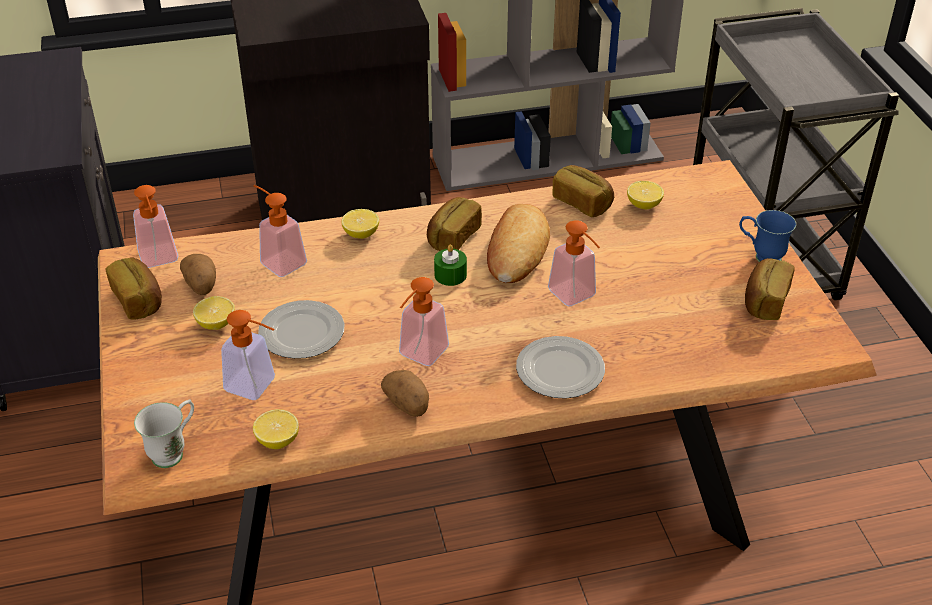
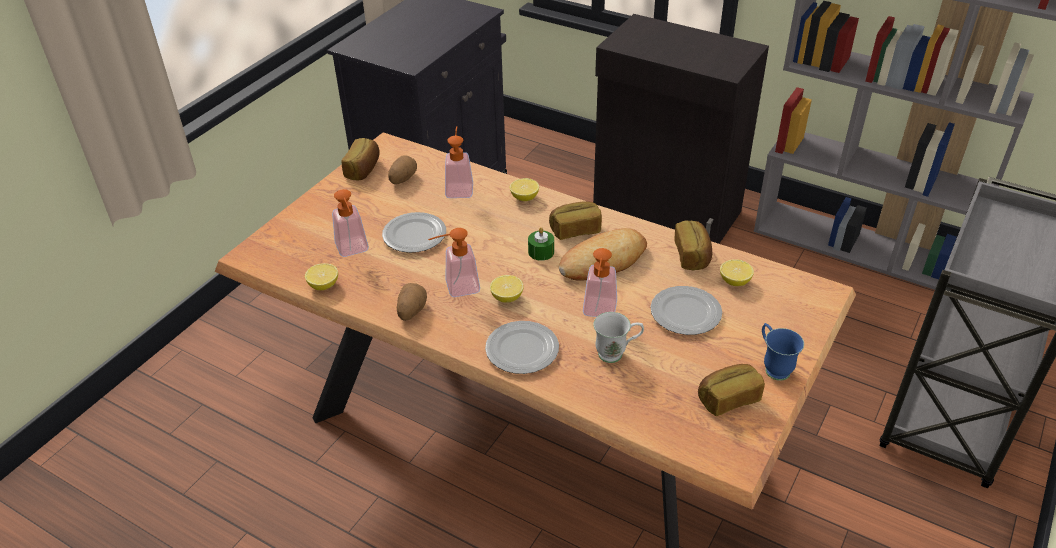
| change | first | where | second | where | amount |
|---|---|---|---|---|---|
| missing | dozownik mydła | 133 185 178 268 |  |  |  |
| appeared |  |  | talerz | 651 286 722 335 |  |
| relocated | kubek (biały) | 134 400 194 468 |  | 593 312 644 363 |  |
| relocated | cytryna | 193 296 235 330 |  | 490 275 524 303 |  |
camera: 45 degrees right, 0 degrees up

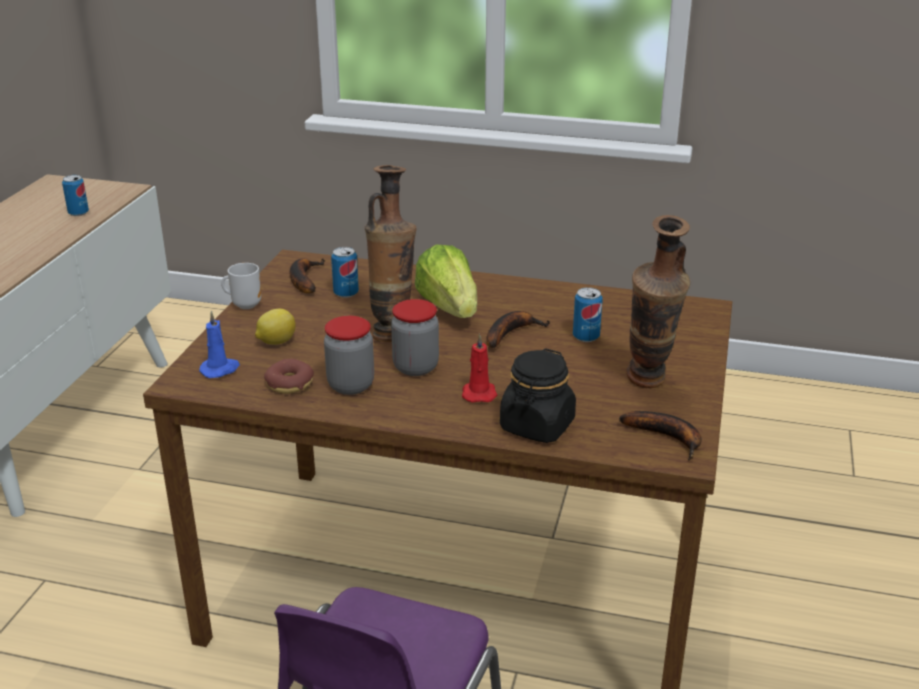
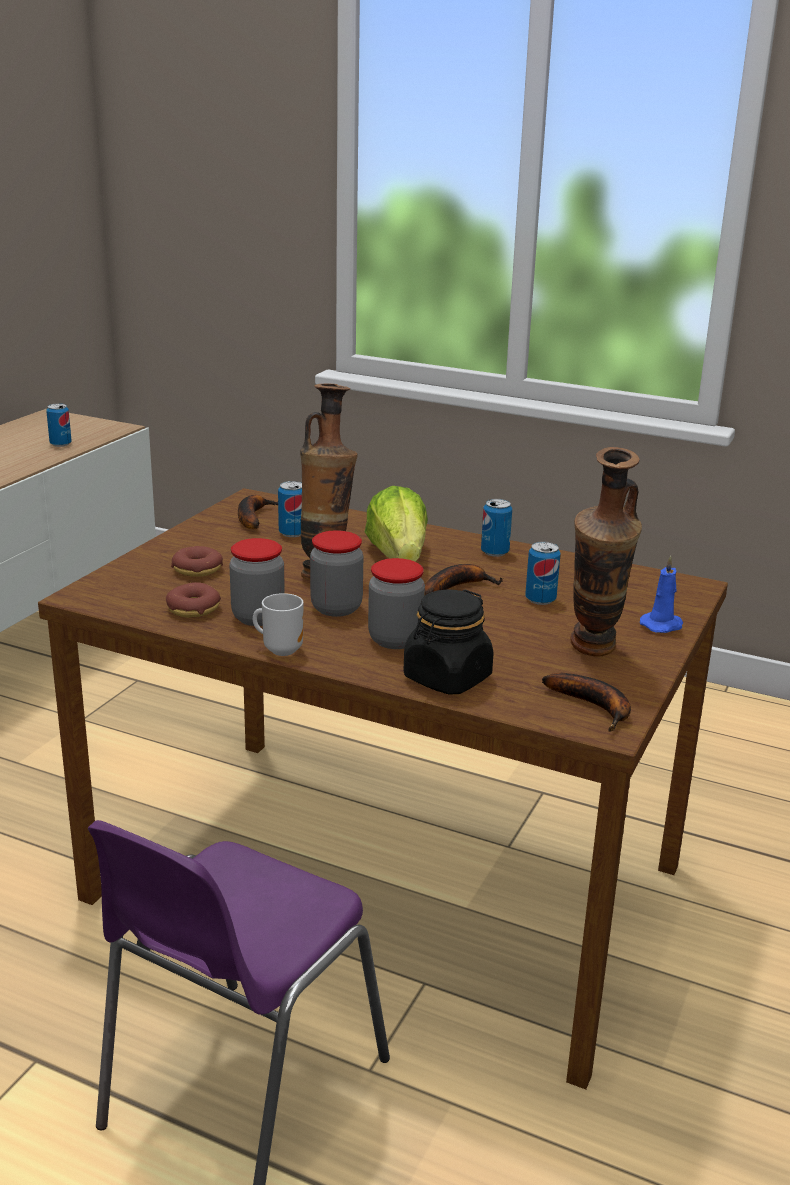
| change | first | where | second | where | amount |
|---|---|---|---|---|---|
| appeared |  |  | puszka | 481 499 512 557 |  |
| relocated | świeca (niebieski) | 199 311 240 378 |  | 640 556 683 633 |  |
| relocated | kubek | 221 263 261 309 |  | 253 593 303 656 |  |
| exchanged | cytryna | 255 309 296 345 | donut | 171 546 223 576 |  |
| exchanged | świeca (czerwony) | 462 334 497 403 | słoik | 368 558 425 649 |  |
camera: 10 degrees right, 5 degrees down

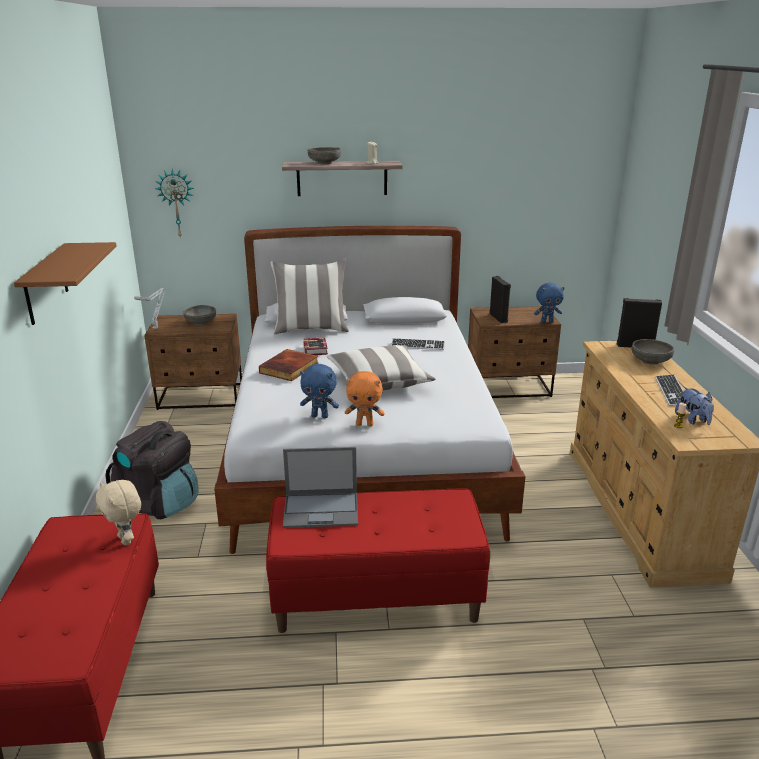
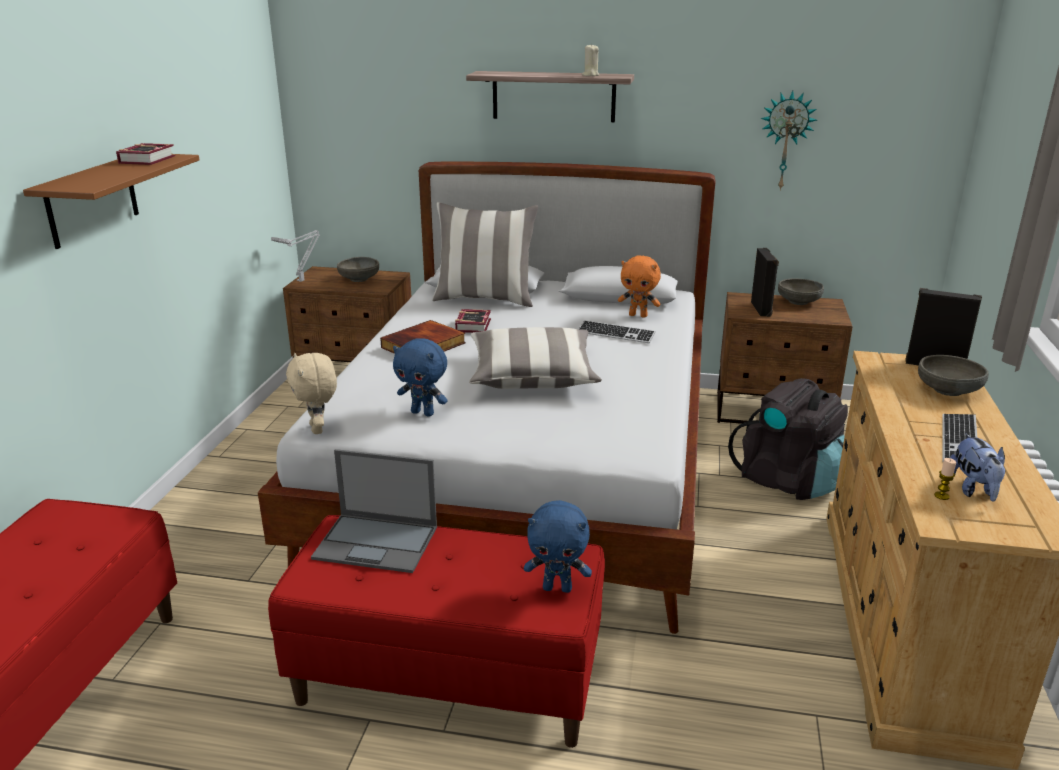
| change | first | where | second | where | amount |
|---|---|---|---|---|---|
| appeared |  |  | książka | 116 143 176 165 |  |
| relocated | pluszak (beżowy) | 96 480 141 545 |  | 286 353 337 434 |  |
| relocated | plecak (czarny) | 105 421 199 519 |  | 728 378 848 500 |  |
| relocated | zegar ścienny | 155 169 194 239 |  | 761 91 817 191 |  |
| relocated | miska (szary) | 308 147 341 164 |  | 778 278 824 305 |  |
| relocated | pluszak (pomarańczowy) | 345 371 385 426 |  | 618 256 661 318 |  |
| relocated | pluszak (niebieski) | 534 283 564 323 |  | 524 500 592 593 |  |
camera: 15 degrees right, 0 degrees up

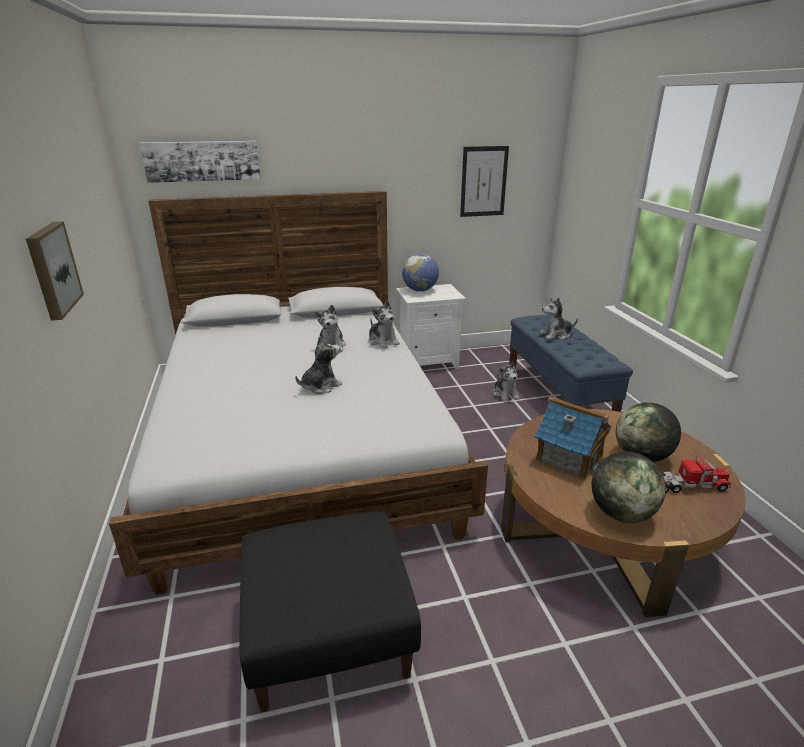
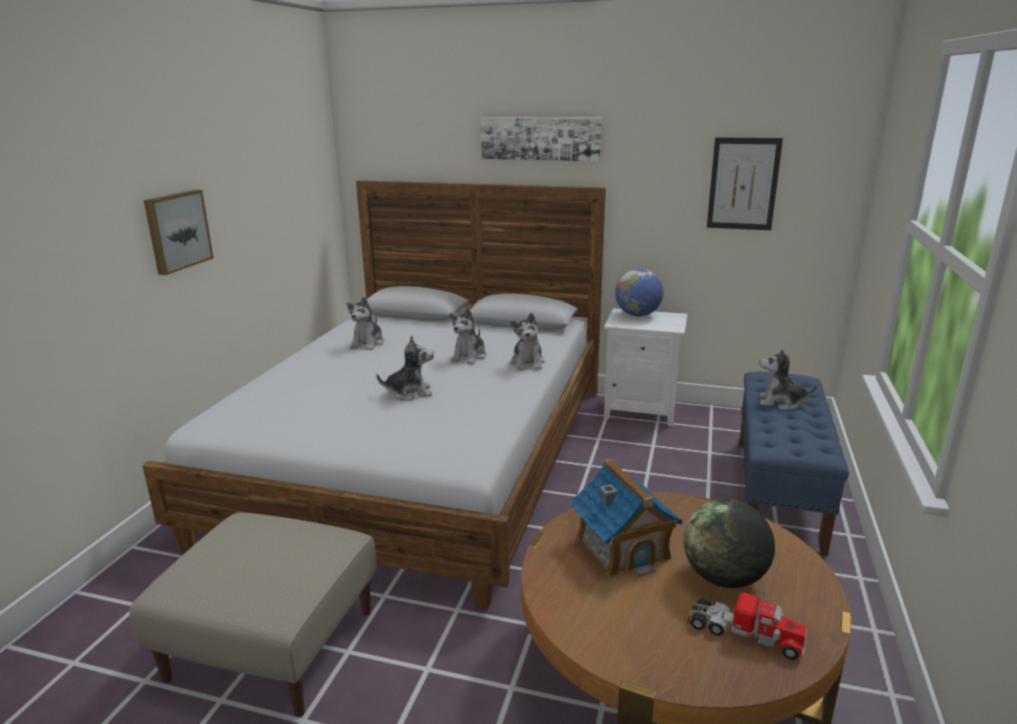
| change | first | where | second | where | amount |
|---|---|---|---|---|---|
| missing | globus | 592 451 666 523 |  |  |  |
| relocated | obraz | 140 141 261 183 |  | 481 117 602 161 |  |
| relocated | pluszak | 493 361 520 402 |  | 347 297 384 350 |  |
| colour | pufa (czarny) | 239 512 421 712 | pufa (beżowy) | 129 512 377 717 |  |
camera: 30 degrees right, 5 degrees down

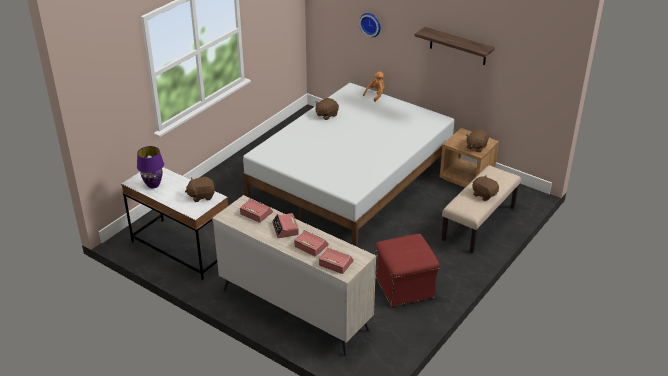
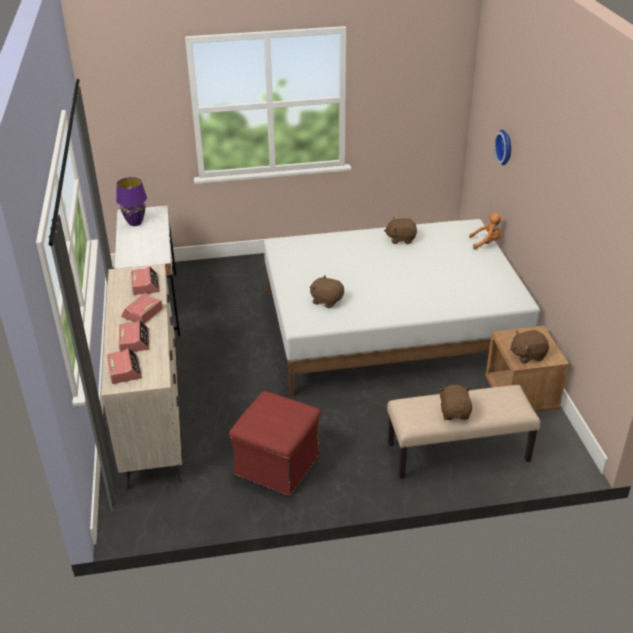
| change | first | where | second | where | amount |
|---|---|---|---|---|---|
| missing | półka | 415 27 495 65 |  |  |  |
| relocated | pluszak (brązowy) | 185 177 215 202 |  | 310 275 344 308 |  |
camera: 45 degrees right, 0 degrees up

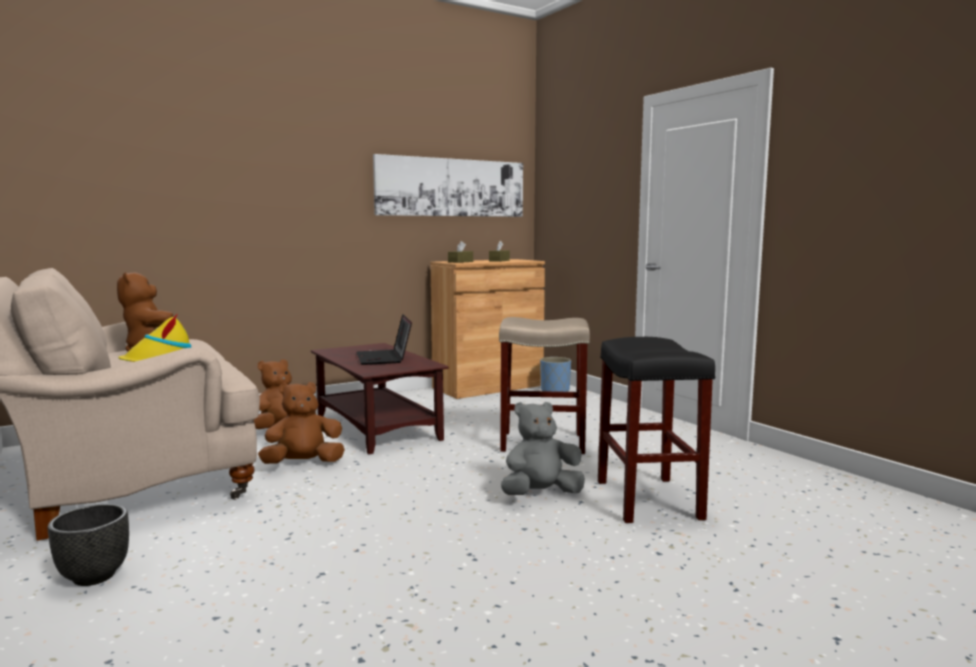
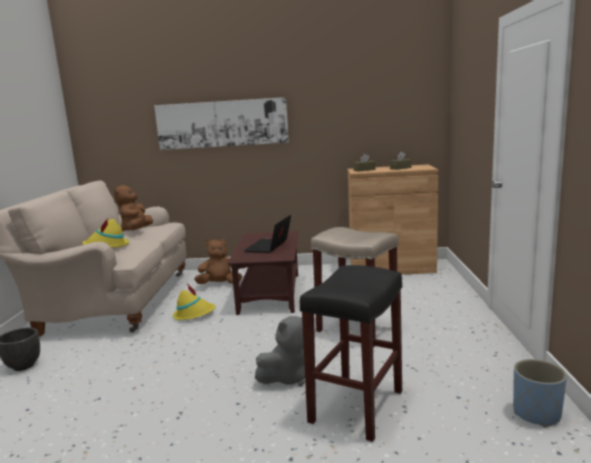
| change | first | where | second | where | amount |
|---|---|---|---|---|---|
| relocated | obraz | 373 154 523 217 |  | 154 97 289 150 |  |
| relocated | donica (niebieski) | 540 357 571 392 |  | 513 359 567 427 |  |
| exchanged | pluszak (brązowy) | 258 382 345 464 | kapelusz (żółty) | 173 285 216 320 |  |
| spun | pluszak (szary) | 501 402 585 495 |  | 255 316 305 386 | 135 degrees clockwise |
camera: 35 degrees right, 5 degrees up

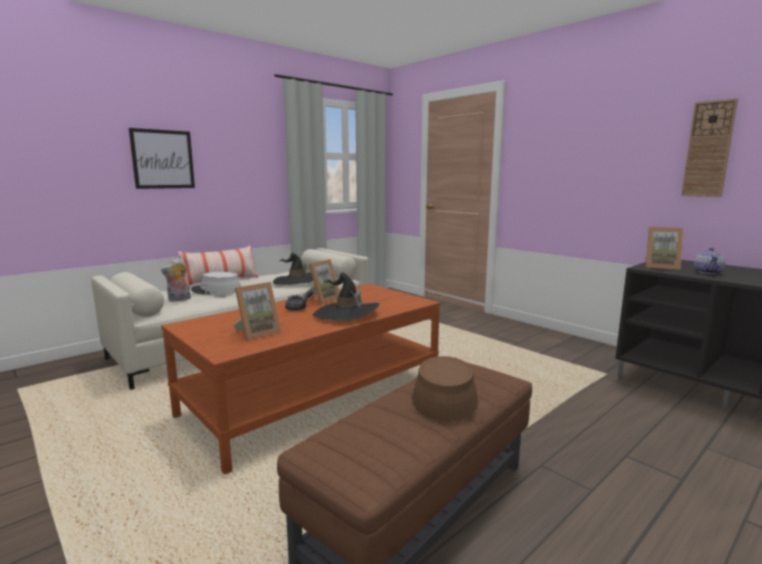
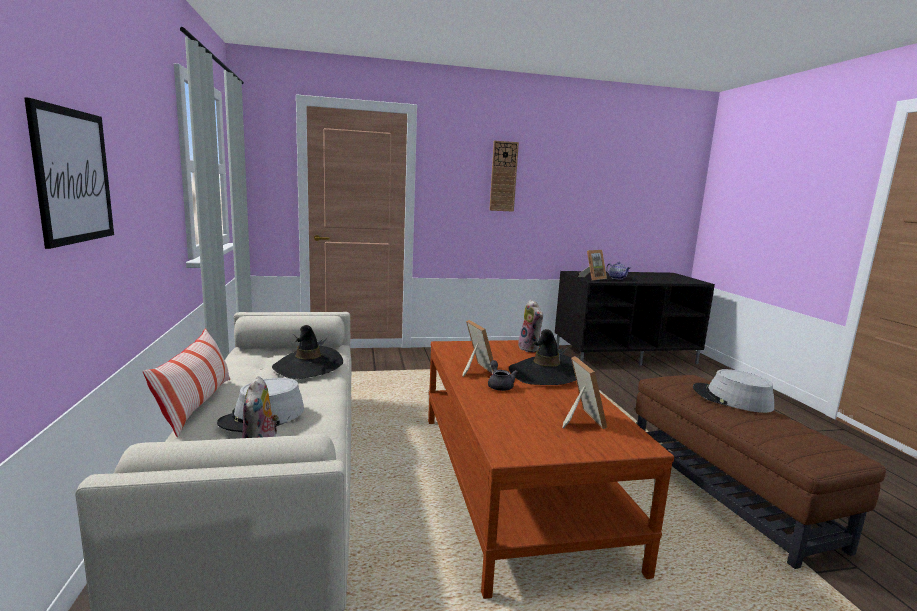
| change | first | where | second | where | amount |
|---|---|---|---|---|---|
| appeared |  |  | pluszak | 518 300 543 353 |  |
| relocated | zegar ścienny | 681 98 738 197 |  | 489 141 519 212 |  |
| colour | kapelusz (brązowy) | 412 356 478 421 | kapelusz (szary) | 693 369 774 413 |  |
camera: 60 degrees left, 0 degrees up

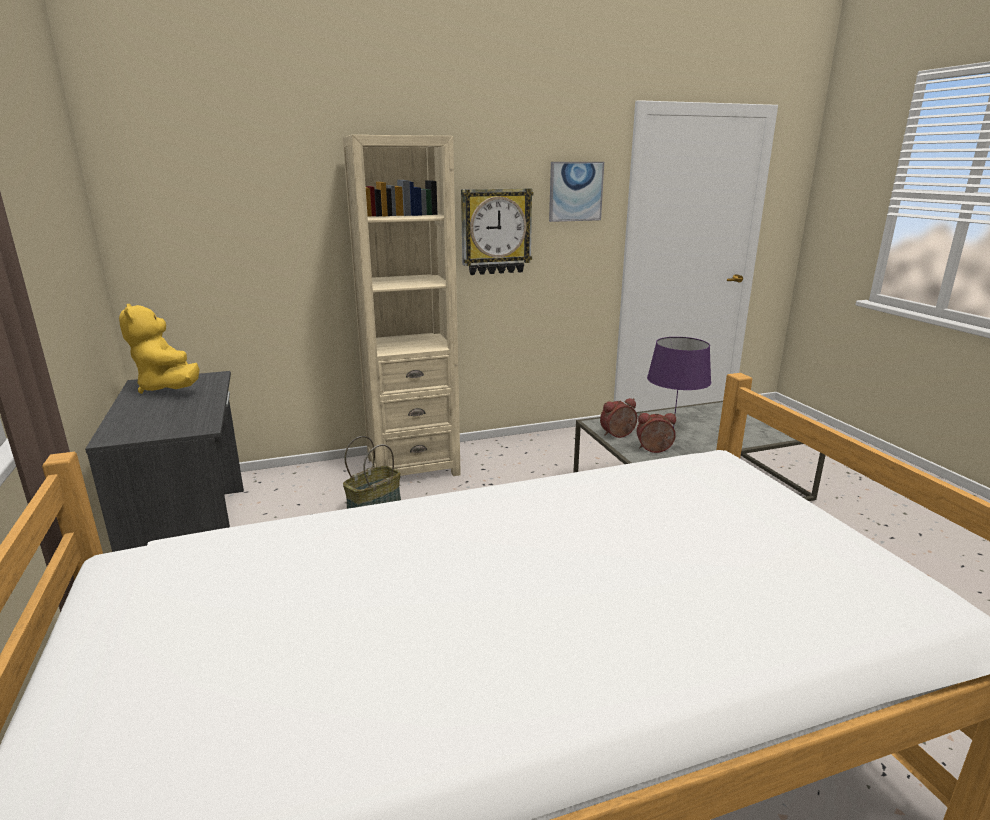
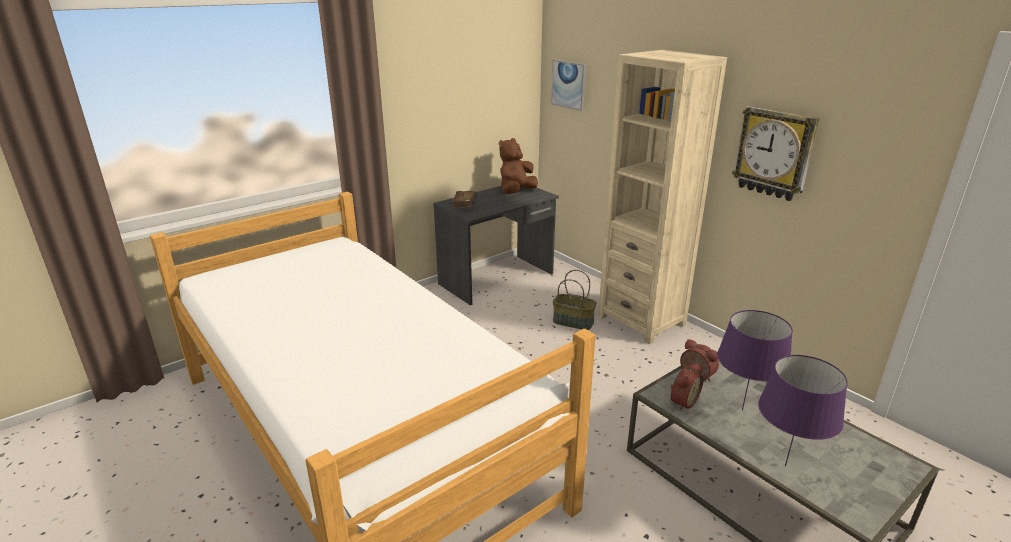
| change | first | where | second | where | amount |
|---|---|---|---|---|---|
| appeared |  |  | książka (brązowy) | 451 191 477 209 |  |
| appeared |  |  | lampa stołowa (fioletowy) | 758 355 848 466 |  |
| relocated | obraz | 549 162 604 222 |  | 551 60 586 111 |  |
| colour | pluszak (żółty) | 119 304 200 394 | pluszak (brązowy) | 499 138 538 194 |  |
| spun | budzik | 637 413 676 453 |  | 671 363 703 411 | 60 degrees clockwise |
camera: 70 degrees right, 5 degrees up

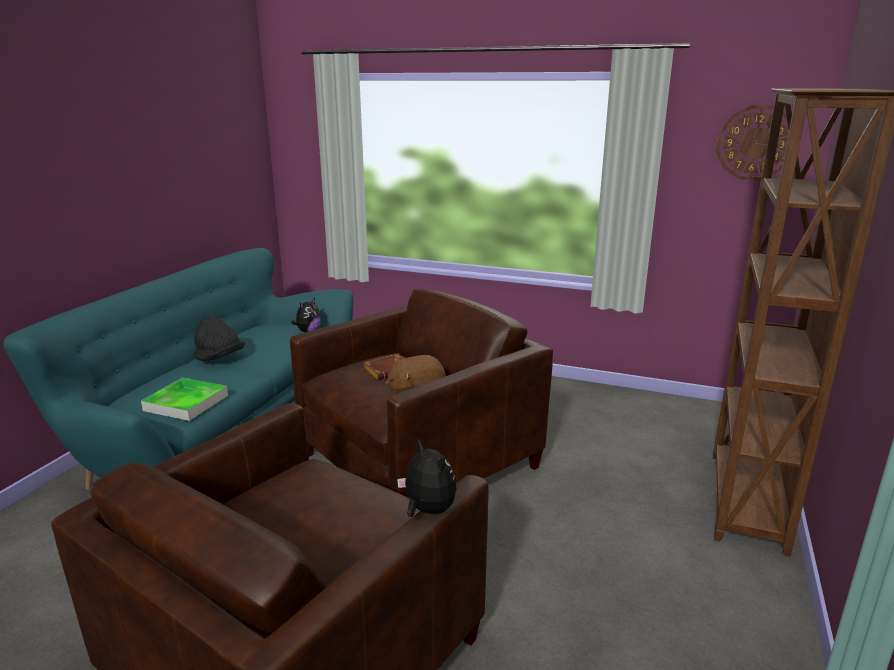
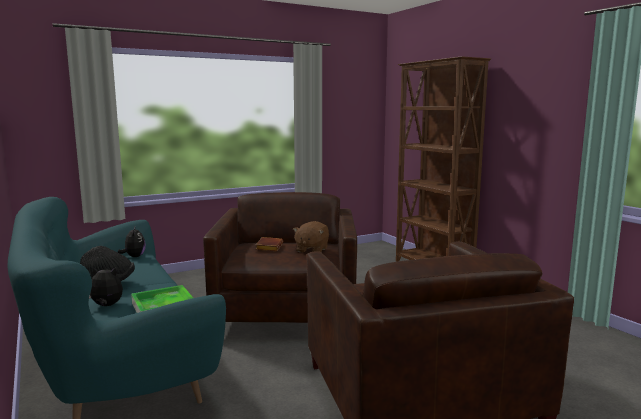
| change | first | where | second | where | amount |
|---|---|---|---|---|---|
| missing | zegar ścienny | 716 105 789 180 |  |  |  |
| relocated | pluszak | 397 438 457 517 |  | 89 267 123 306 |  |
camera: 50 degrees left, 10 degrees down

